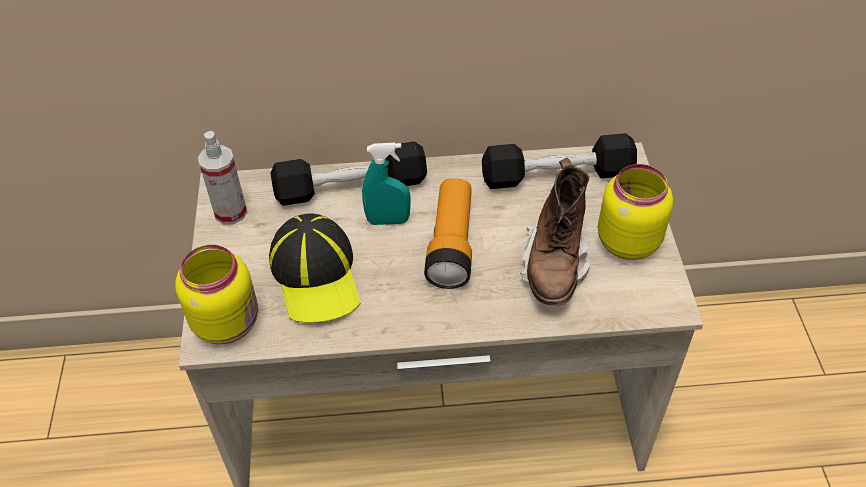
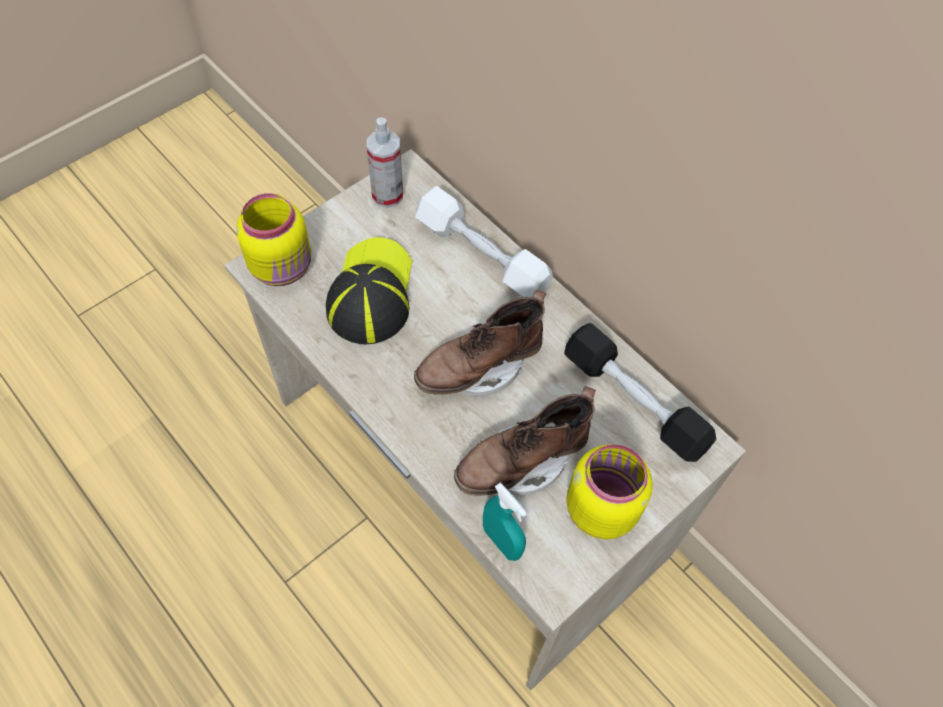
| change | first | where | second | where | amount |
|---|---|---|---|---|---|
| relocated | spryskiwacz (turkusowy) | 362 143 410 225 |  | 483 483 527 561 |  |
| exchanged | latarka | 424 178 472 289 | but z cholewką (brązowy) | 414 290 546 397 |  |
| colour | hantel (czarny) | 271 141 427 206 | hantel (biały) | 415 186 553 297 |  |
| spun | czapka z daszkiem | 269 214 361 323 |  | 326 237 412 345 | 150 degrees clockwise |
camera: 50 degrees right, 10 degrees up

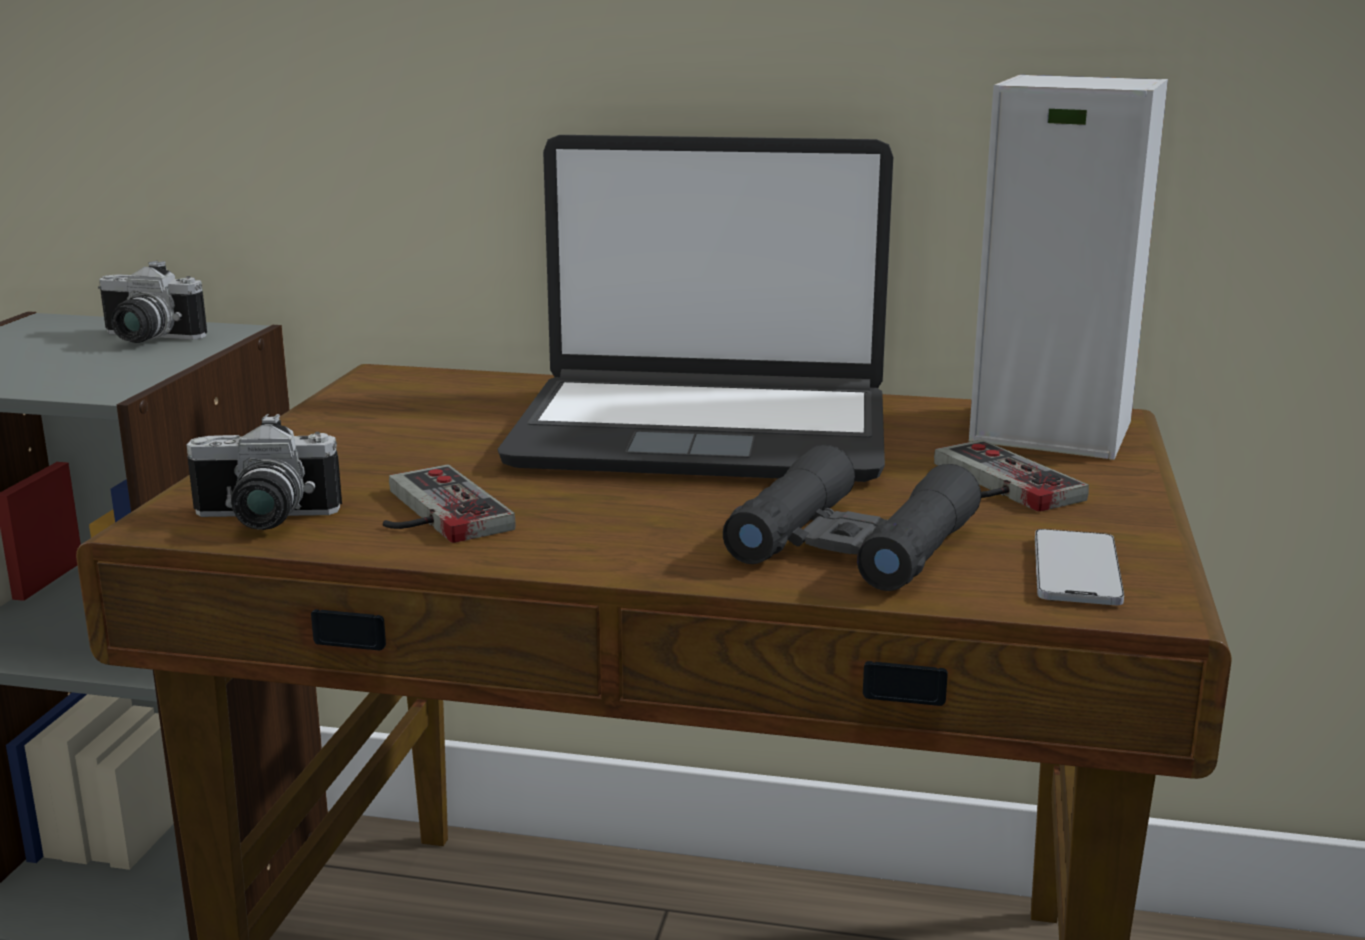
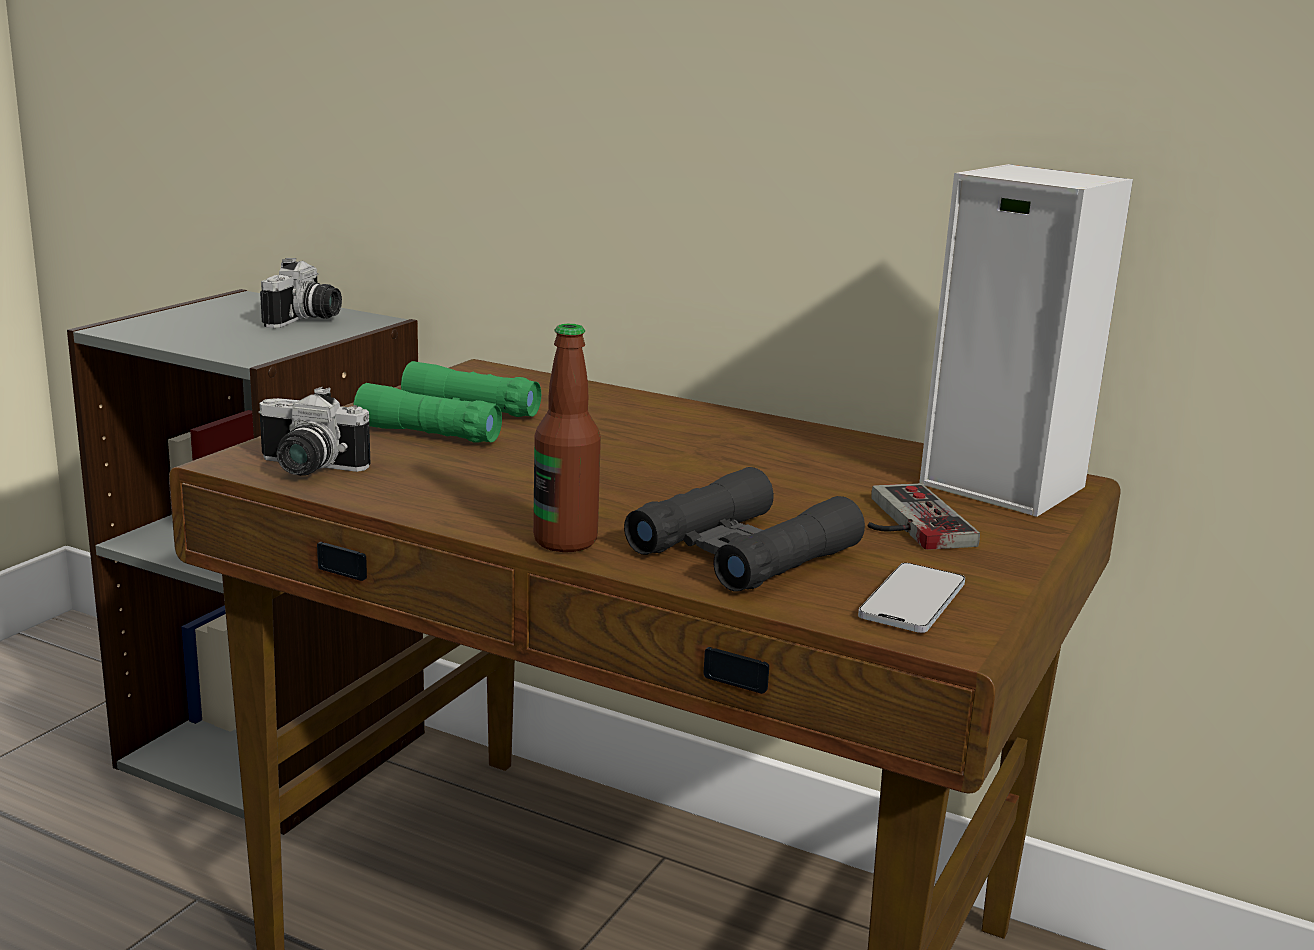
| change | first | where | second | where | amount |
|---|---|---|---|---|---|
| missing | pad do gier | 383 465 516 543 |  |  |  |
| missing | laptop | 498 135 893 482 |  |  |  |
| appeared |  |  | lornetka (zielony) | 353 361 541 443 |  |
| appeared |  |  | butelka | 533 324 601 552 |  |
| spun | aparat fotograficzny | 98 261 207 343 |  | 260 258 342 328 | 105 degrees counterclockwise |
camera: 15 degrees right, 0 degrees up

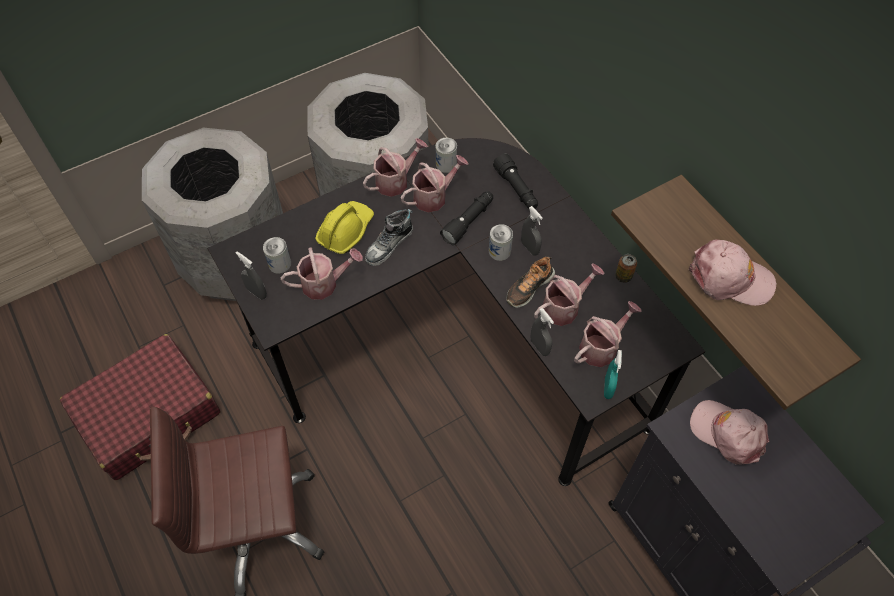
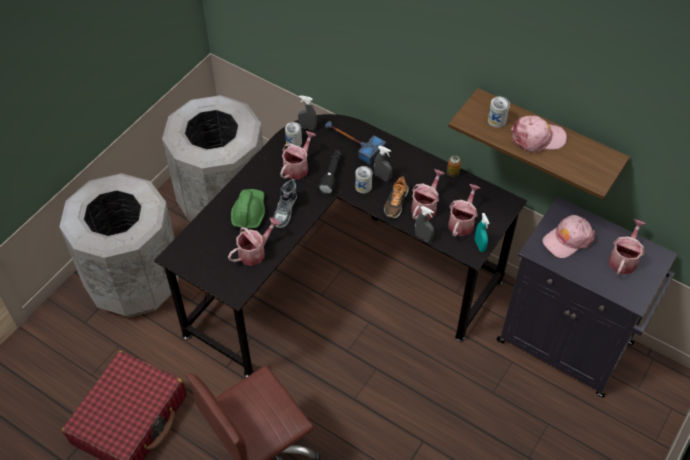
| change | first | where | second | where | amount |
|---|---|---|---|---|---|
| relocated | spryskiwacz (szary) | 236 251 267 300 |  | 298 96 317 130 |  |
| relocated | puszka | 263 237 291 274 |  | 488 97 510 128 |  |
| relocated | konewka | 363 138 428 197 |  | 609 219 646 275 |  |
| exchanged | latarka (czarny) | 493 153 538 209 | młotek | 325 121 386 164 |  |
| colour | kask (żółty) | 315 201 374 254 | kask (zielony) | 231 189 265 228 |  |
| spun | czapka z daszkiem (różowy) | 690 400 769 465 |  | 542 215 595 258 | 45 degrees counterclockwise |
camera: 25 degrees left, 5 degrees down

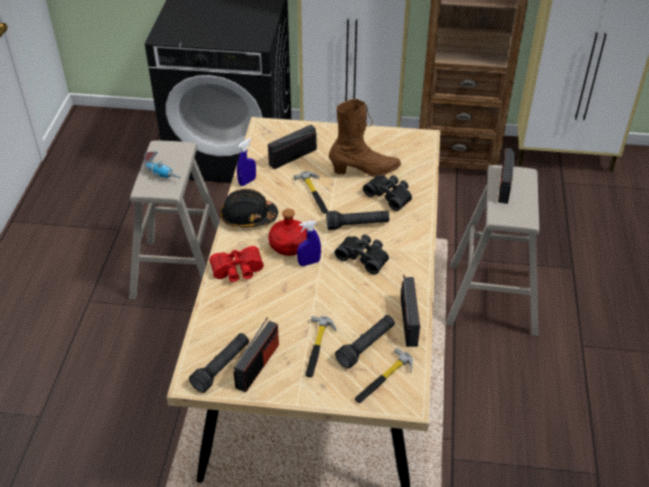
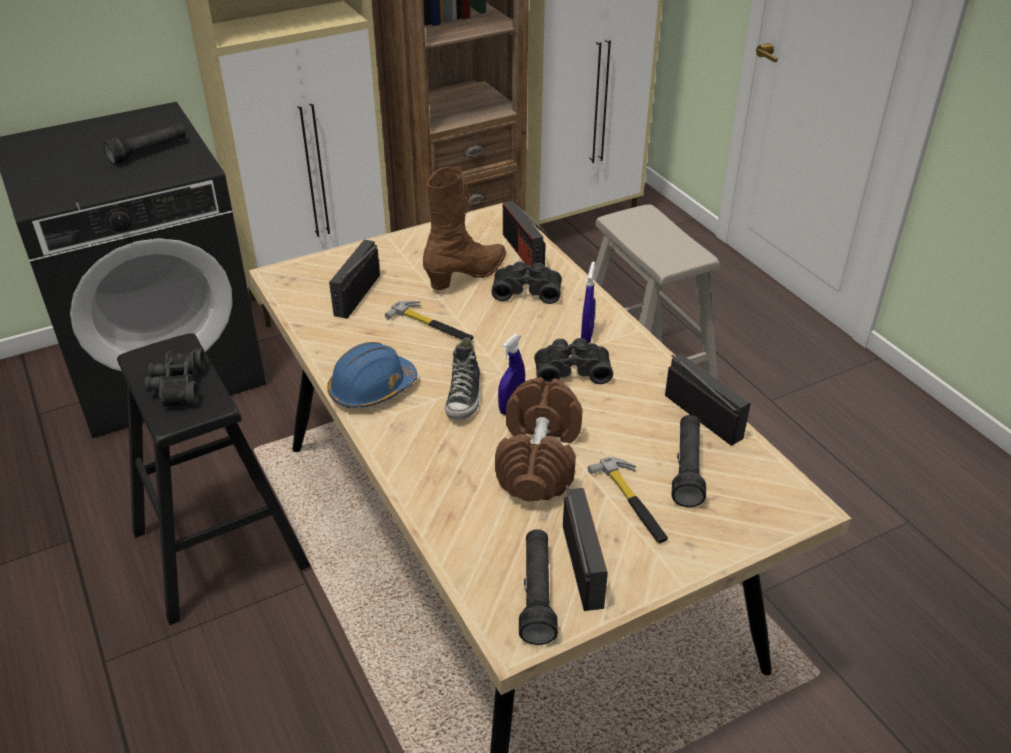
| change | first | where | second | where | amount |
|---|---|---|---|---|---|
| missing | lornetka (czerwony) | 209 246 264 282 |  |  |  |
| missing | młotek | 355 347 413 403 |  |  |  |
| appeared |  |  | hantel (brązowy) | 495 377 583 502 |  |
| relocated | spryskiwacz (niebieski) | 237 138 256 186 |  | 581 262 595 343 |  |
| relocated | latarka (czarny) | 326 211 389 230 |  | 104 123 186 165 |  |
| relocated | radio | 498 148 516 204 |  | 503 200 546 267 |  |
| exchanged | wiertarka | 144 152 180 178 | lornetka (czarny) | 145 348 205 407 |  |
| exchanged | butelka (czerwony) | 268 209 307 256 | but | 445 338 480 420 |  |
| colour | stołek (beżowy) | 129 140 220 299 | stołek (czarny) | 117 333 311 625 |  |
| colour | kask (czarny) | 220 189 278 227 | kask (niebieski) | 327 342 417 409 |  |
camera: 35 degrees left, 5 degrees down

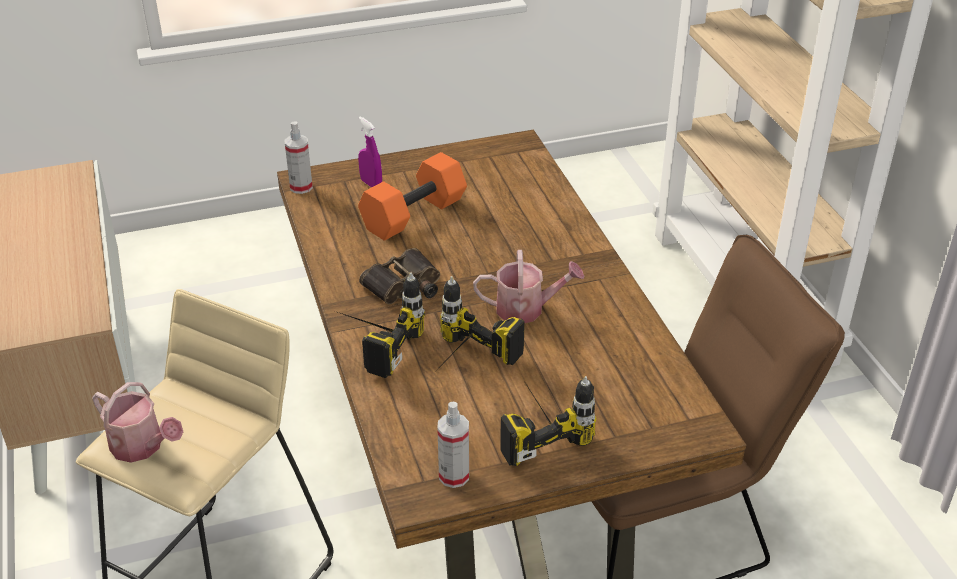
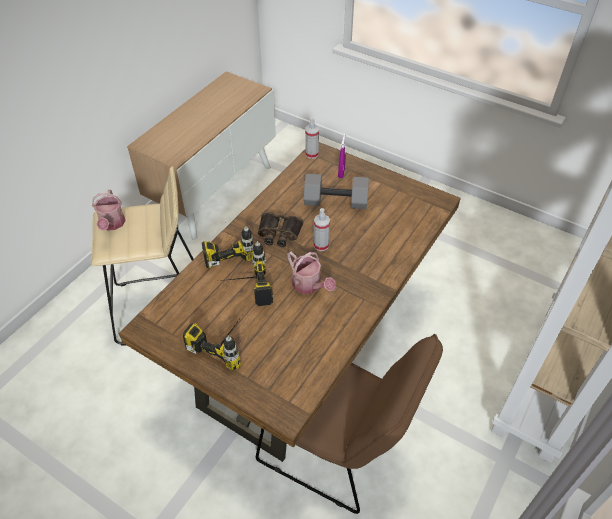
| change | first | where | second | where | amount |
|---|---|---|---|---|---|
| relocated | spryskiwacz | 437 402 469 488 |  | 314 208 330 251 |  |
| colour | hantel (pomarańczowy) | 358 152 467 241 | hantel (szary) | 304 174 369 209 |  |
camera: 50 degrees right, 10 degrees up

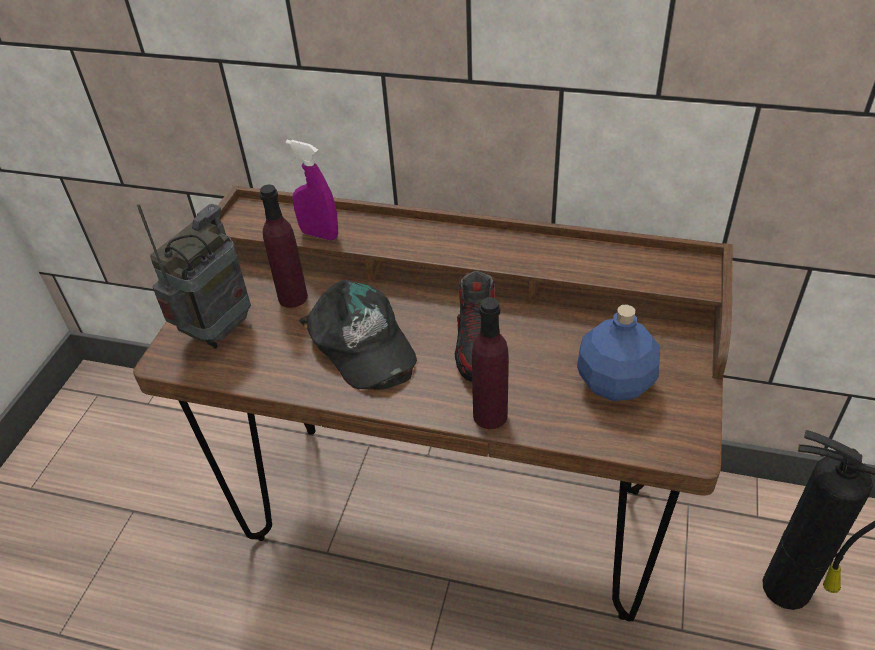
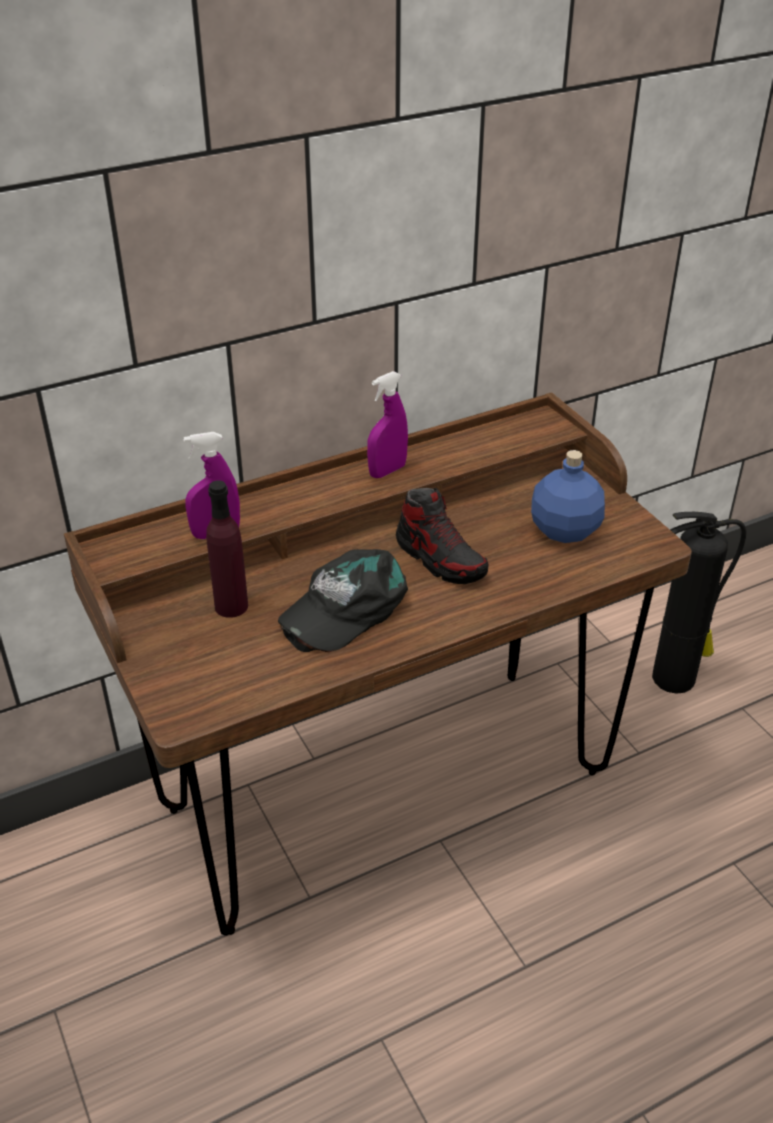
| change | first | where | second | where | amount |
|---|---|---|---|---|---|
| missing | radio | 137 204 251 349 |  |  |  |
| missing | butelka (fioletowy) | 472 297 509 429 |  |  |  |
| appeared |  |  | spryskiwacz (fioletowy) | 367 371 408 478 |  |
| spun | czapka z daszkiem (czarny) | 299 280 417 390 |  | 278 549 408 652 | 120 degrees clockwise |
camera: 45 degrees left, 5 degrees down

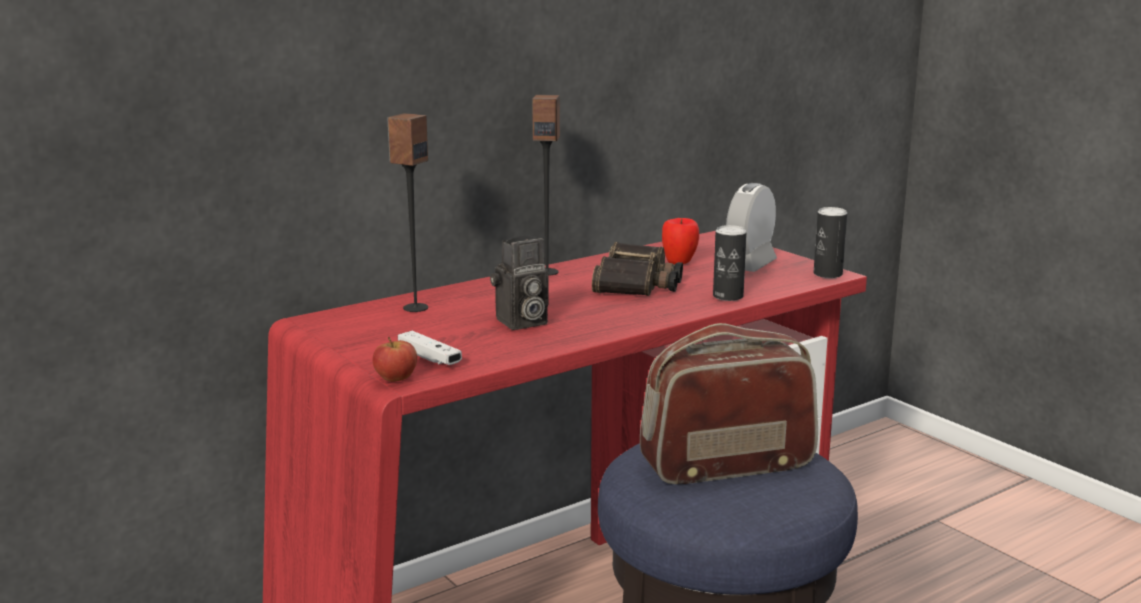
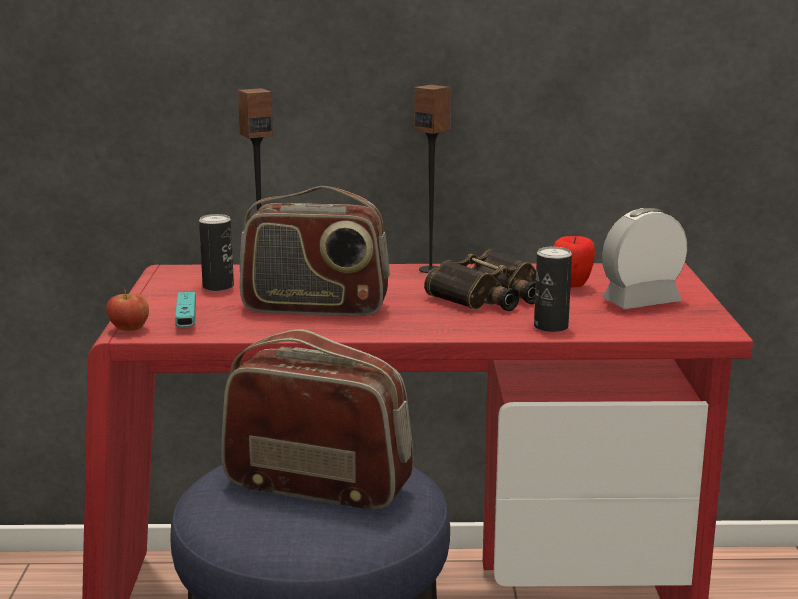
| change | first | where | second | where | amount |
|---|---|---|---|---|---|
| relocated | puszka | 814 207 847 278 |  | 199 214 234 291 |  |
| exchanged | aparat fotograficzny | 490 235 549 330 | radio | 240 186 390 316 |  |
| colour | pad do gier (biały) | 398 331 462 365 | pad do gier (turkusowy) | 175 292 196 327 |  |
camera: 35 degrees right, 0 degrees up

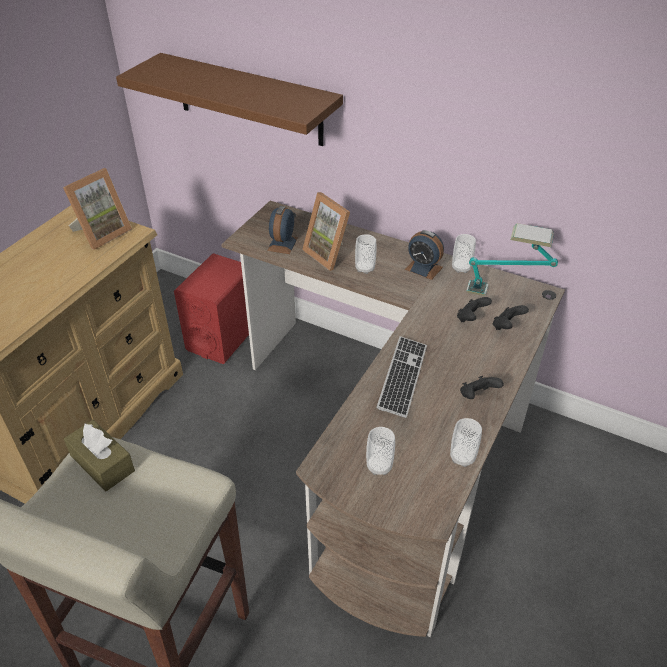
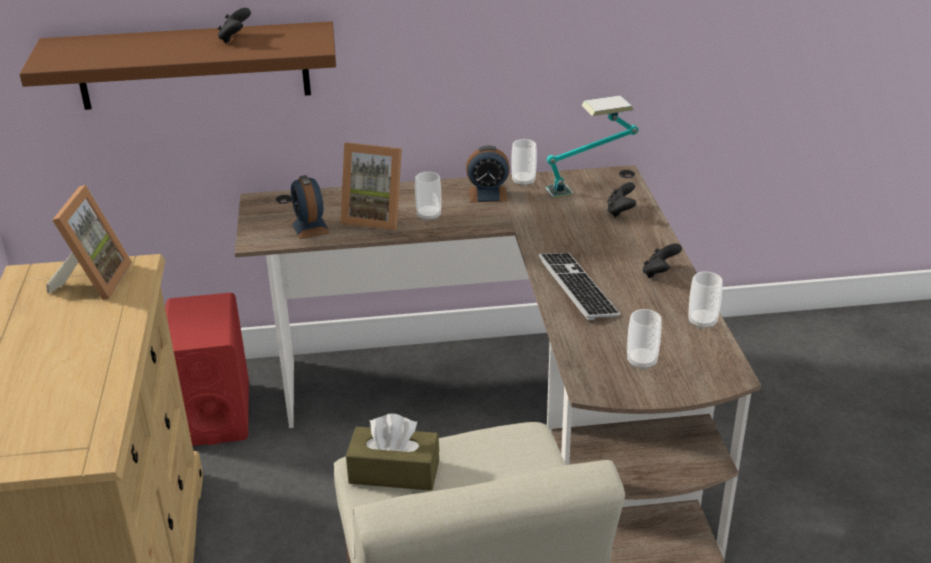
| change | first | where | second | where | amount |
|---|---|---|---|---|---|
| relocated | pad do gier (czarny) | 457 297 492 322 |  | 218 8 251 43 |  |
camera: 35 degrees left, 10 degrees down

